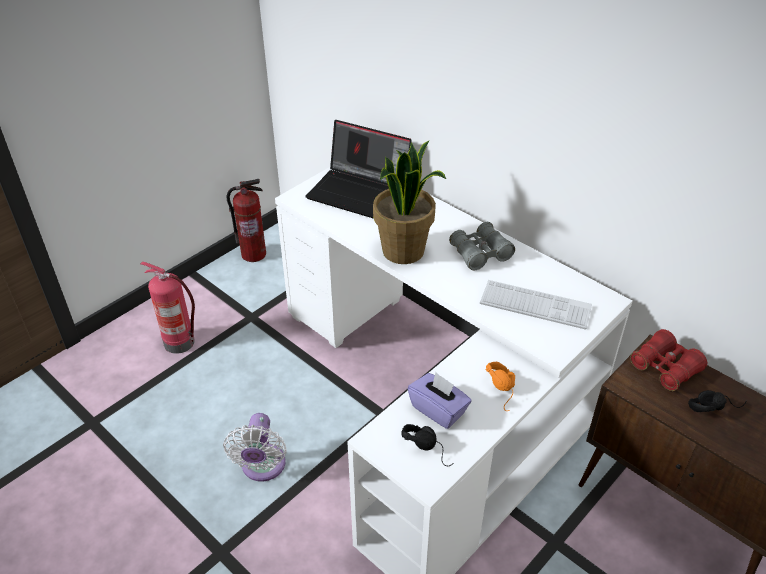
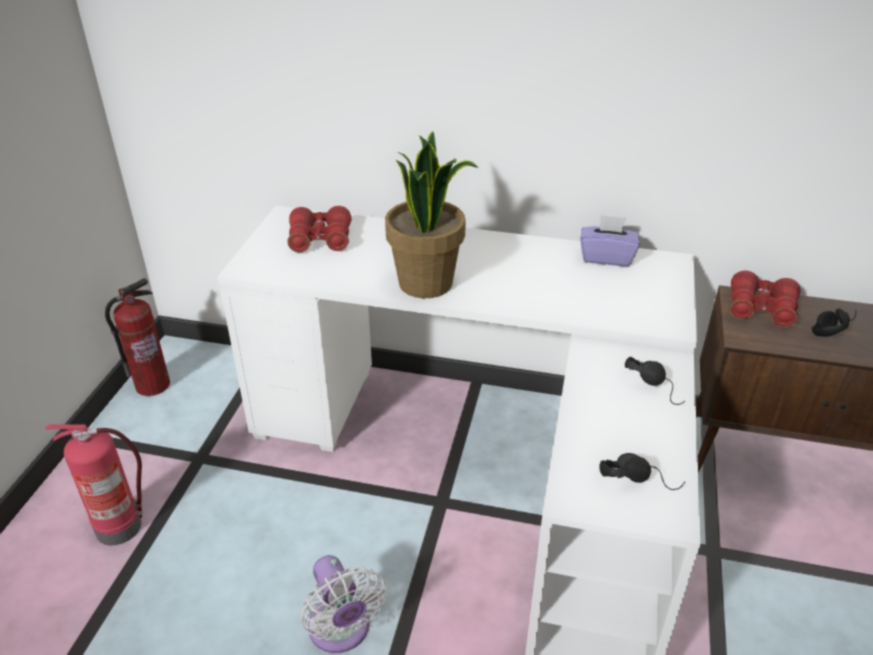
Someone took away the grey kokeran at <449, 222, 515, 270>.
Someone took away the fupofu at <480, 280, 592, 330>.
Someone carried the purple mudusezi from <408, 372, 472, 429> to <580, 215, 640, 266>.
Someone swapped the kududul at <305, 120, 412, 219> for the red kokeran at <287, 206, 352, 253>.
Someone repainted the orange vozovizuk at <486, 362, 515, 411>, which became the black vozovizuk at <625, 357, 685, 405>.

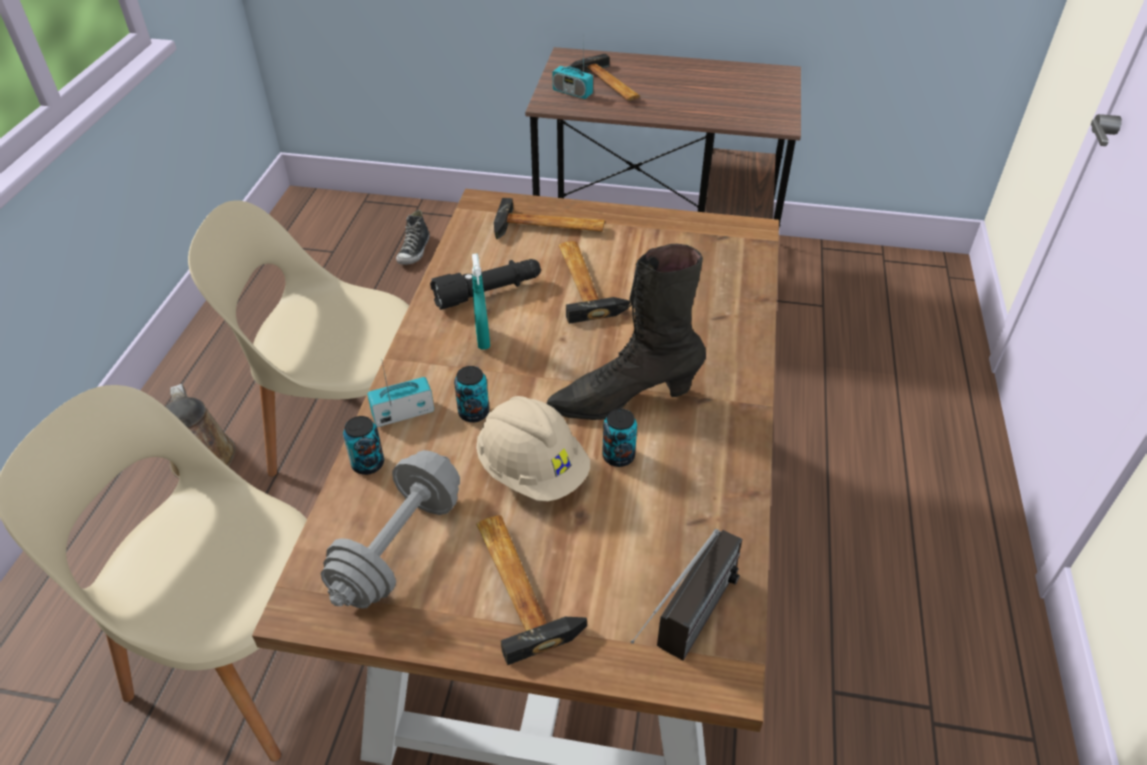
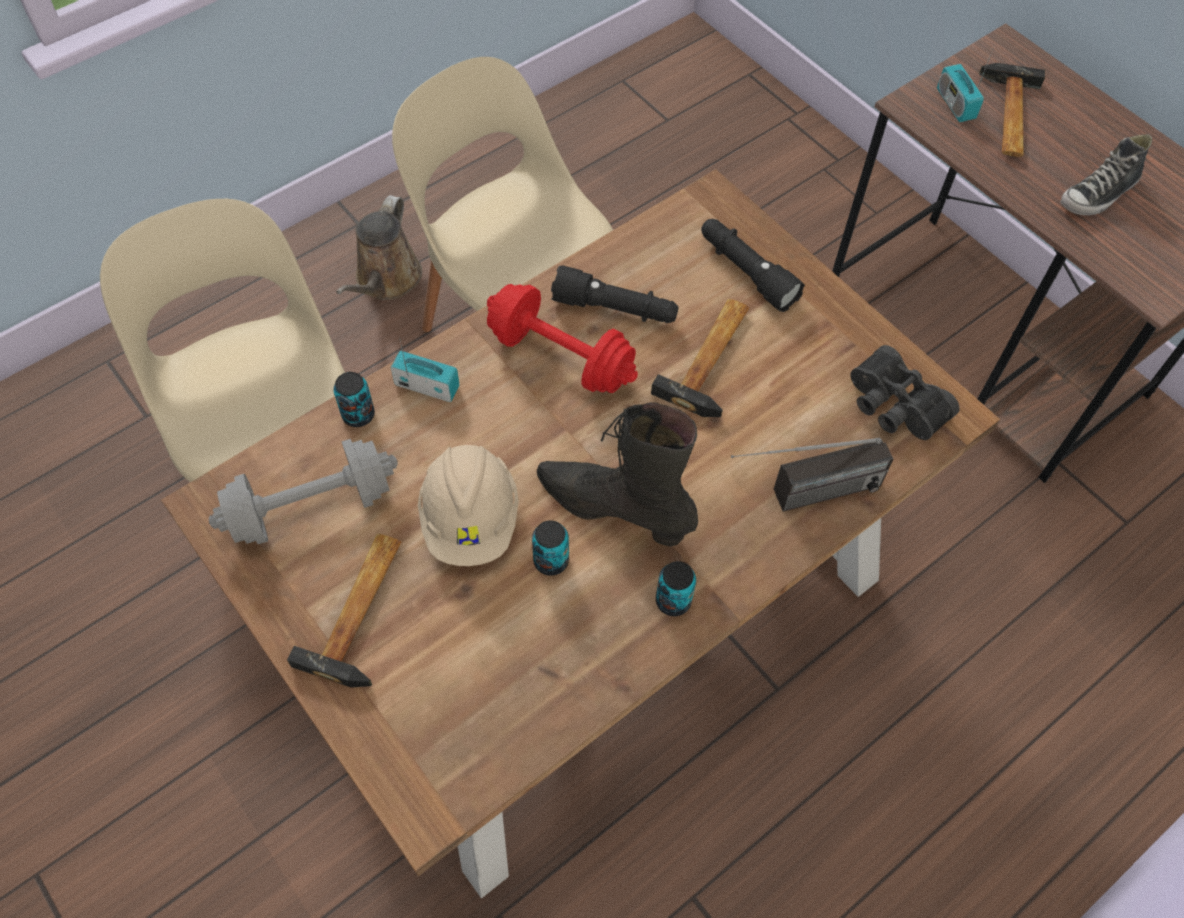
Someone put down the black kokeran at <850, 345, 959, 440>.
Someone carried the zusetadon from <396, 210, 430, 265> to <1061, 134, 1152, 215>.
Someone carried the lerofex from <454, 366, 489, 423> to <656, 561, 696, 616>.
Someone carried the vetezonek from <631, 529, 742, 661> to <731, 438, 893, 512>.
Someone swapped the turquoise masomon at <472, 254, 490, 350> for the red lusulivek at <487, 284, 638, 393>.
Someone swapped the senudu at <494, 197, 605, 239> for the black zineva at <701, 219, 805, 312>.

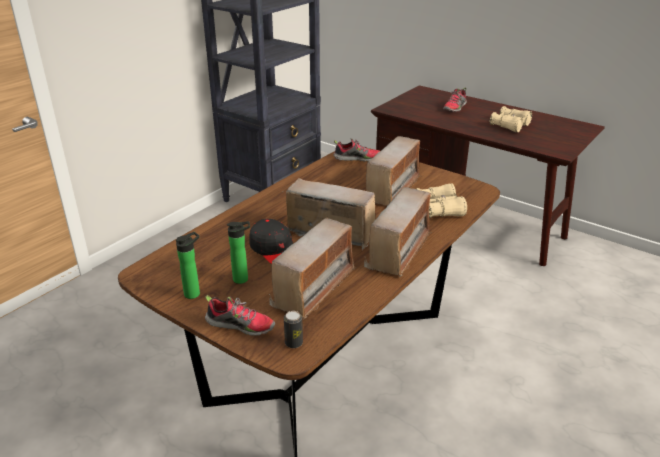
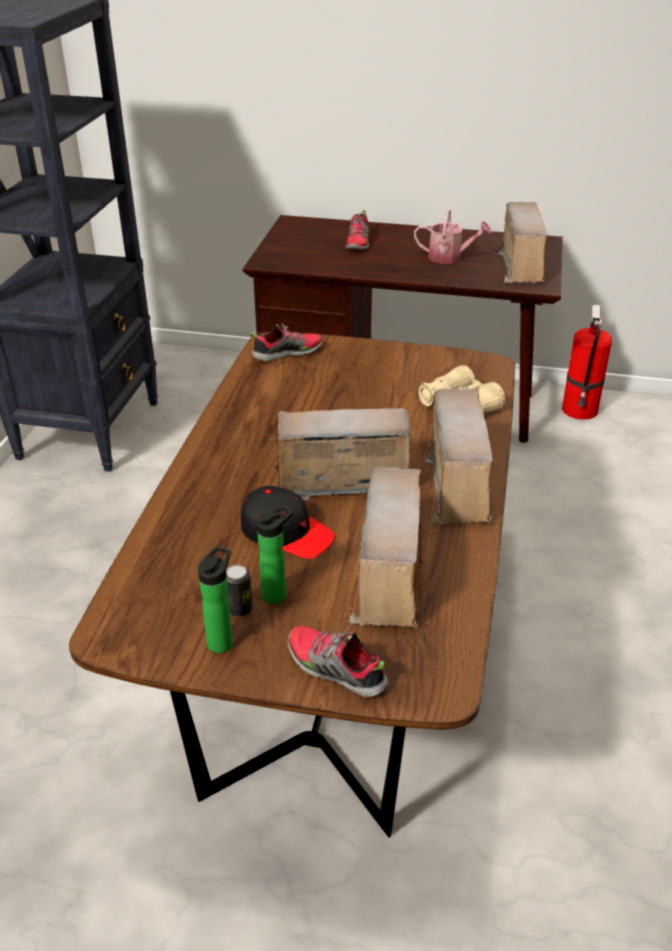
Someone put down the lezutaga at <562, 305, 612, 420>.
Someone carried the lerofex from <284, 311, 303, 348> to <226, 565, 252, 617>.
Someone carried the vetezonek from <366, 136, 422, 205> to <498, 202, 547, 283>.
Someone swapped the beige kokeran at <490, 106, 532, 132> for the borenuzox at <414, 208, 492, 264>.
Someone rotated the zusetadon at <205, 295, 275, 336> by 135 degrees counterclockwise.

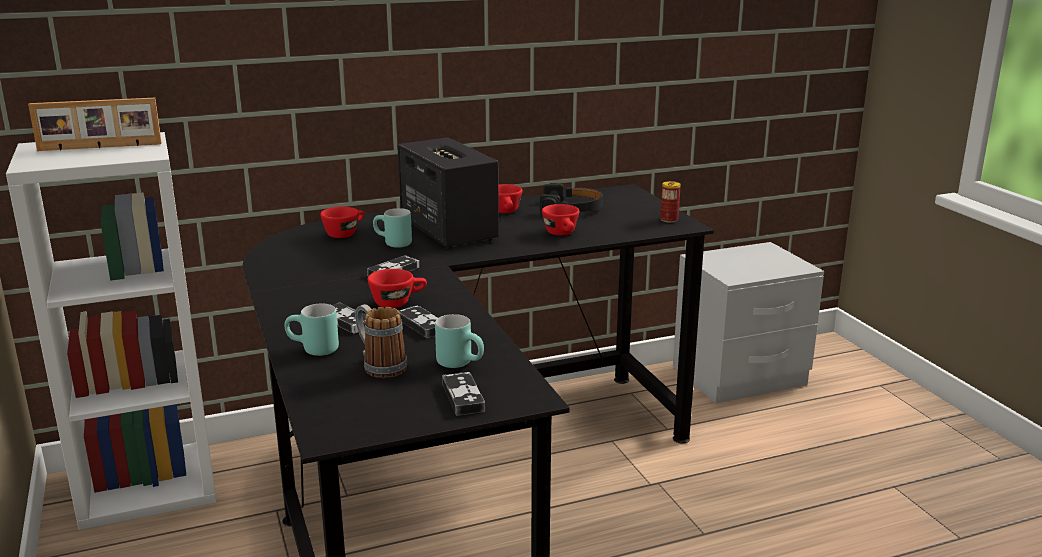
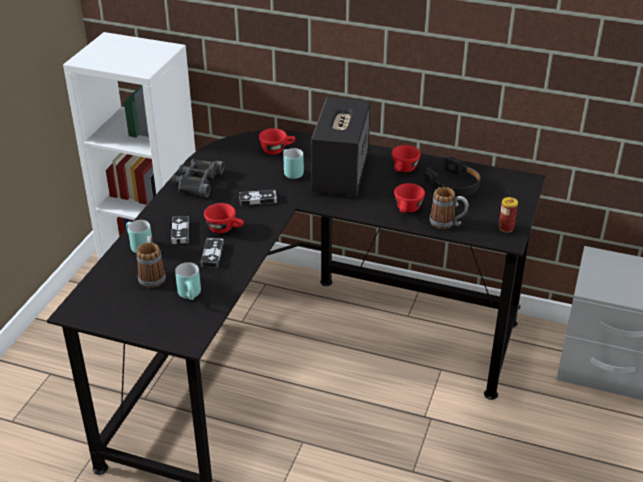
Someone took away the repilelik at <28, 98, 162, 151>.
Someone took away the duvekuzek at <442, 372, 485, 416>.
Someone put down the black kokeran at <172, 159, 225, 197>.
Someone put down the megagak at <429, 187, 469, 229>.

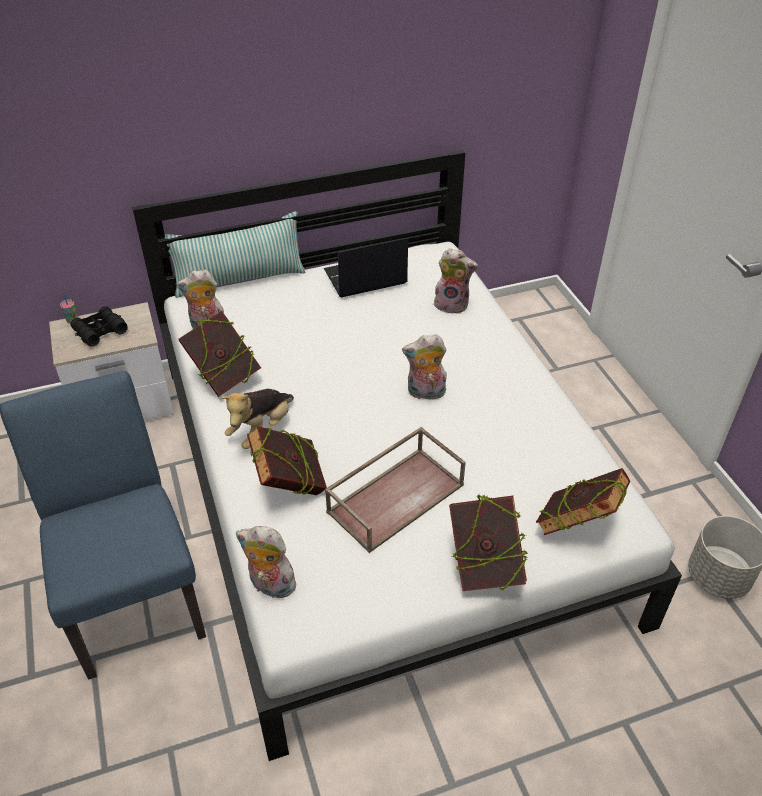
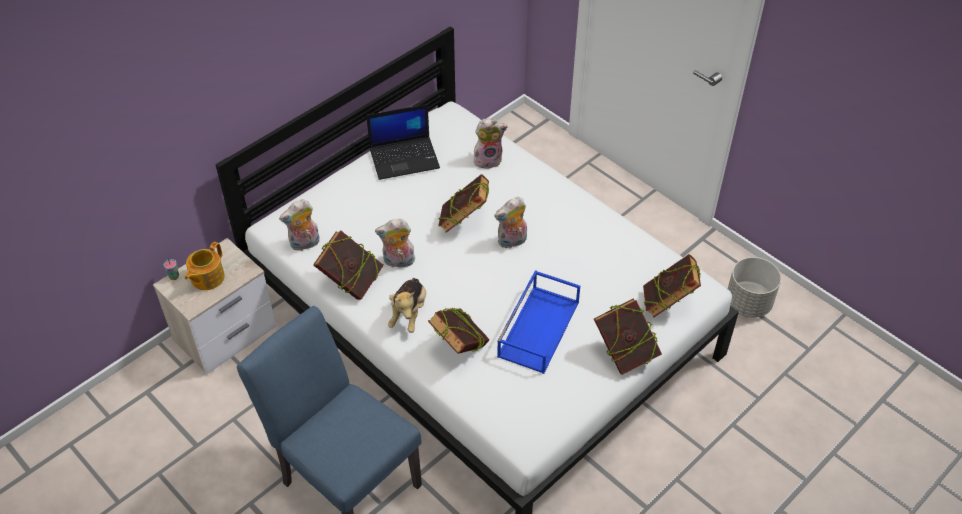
Someone took away the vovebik at <164, 211, 305, 298>.
Someone put down the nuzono at <438, 174, 489, 233>.
Someone carried the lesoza from <236, 526, 296, 598> to <375, 219, 415, 268>.
Someone swapped the black kokeran at <71, 306, 128, 347> for the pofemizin at <185, 242, 225, 290>.
Someone repainted the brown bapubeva at <325, 427, 466, 553>, which became the blue bapubeva at <497, 270, 580, 374>.
Someone rotated the kududul at <324, 237, 408, 297> by 150 degrees counterclockwise.

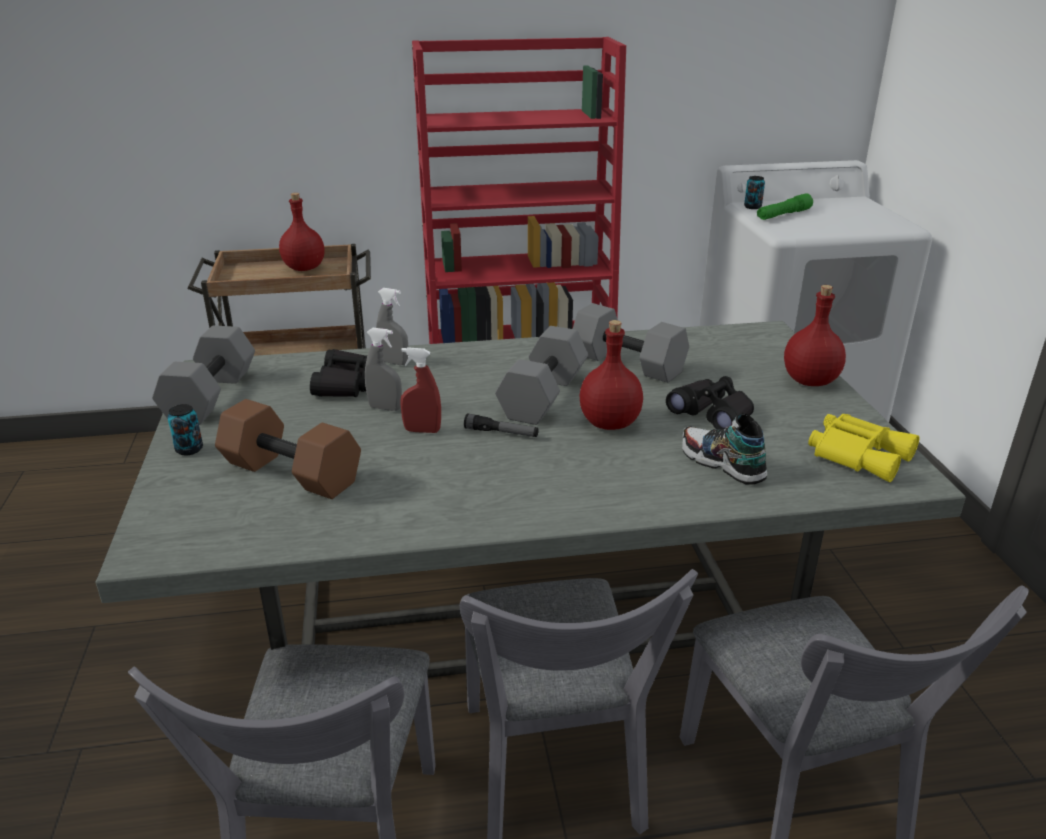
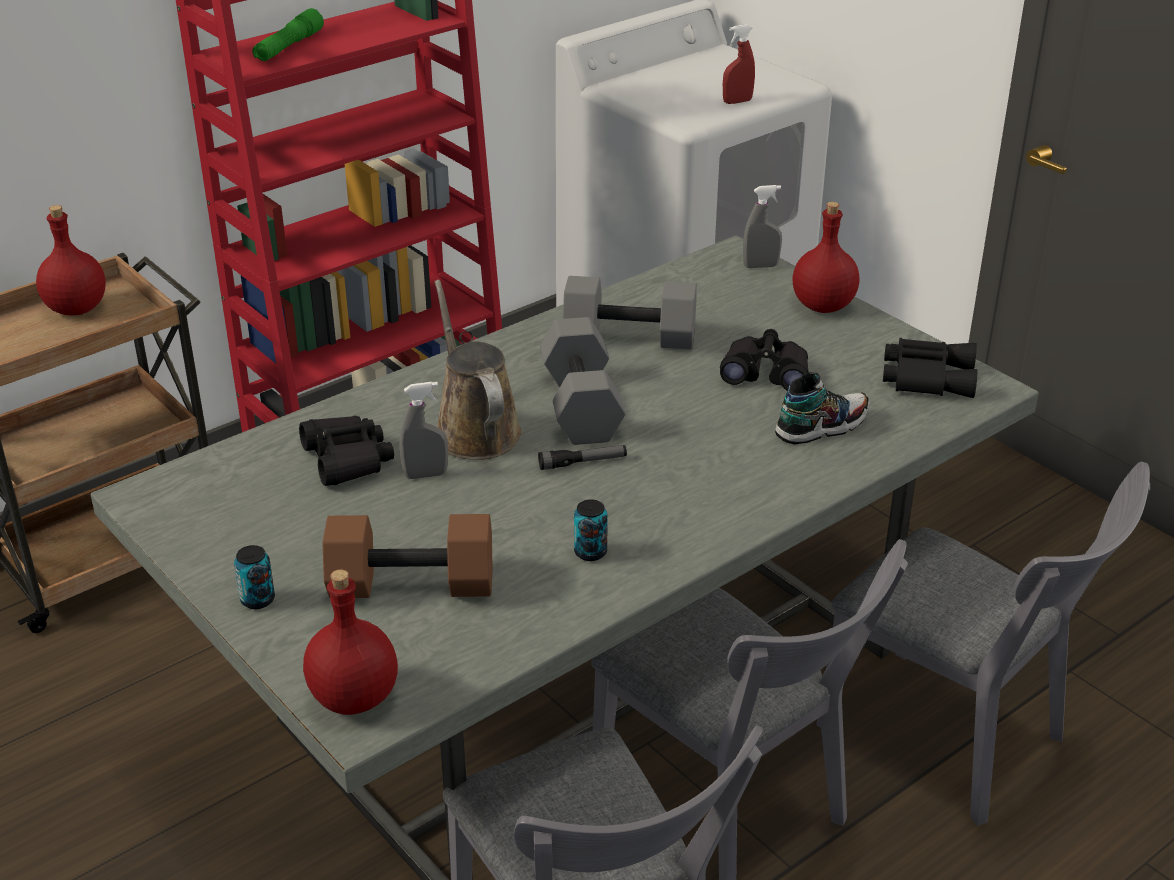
Someone took away the grey lusulivek at <152, 325, 255, 425>.
Someone put down the brown borenuzox at <434, 280, 521, 460>.
Someone carried the grey masomon from <376, 288, 408, 365> to <743, 185, 782, 268>.
Someone carried the red masomon from <400, 347, 441, 433> to <723, 24, 755, 104>.
Someone carried the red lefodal from <579, 320, 643, 430> to <303, 569, 398, 715>.
Someone carried the lerofex from <744, 176, 765, 209> to <574, 499, 608, 561>.
Someone carried the green zineva from <757, 193, 813, 220> to <252, 8, 324, 61>.
Someone repainted the yellow kokeran at <808, 414, 919, 482>, which became the black kokeran at <883, 338, 977, 398>.
Someone rotated the zusetadon at <682, 413, 767, 484> by 135 degrees clockwise.

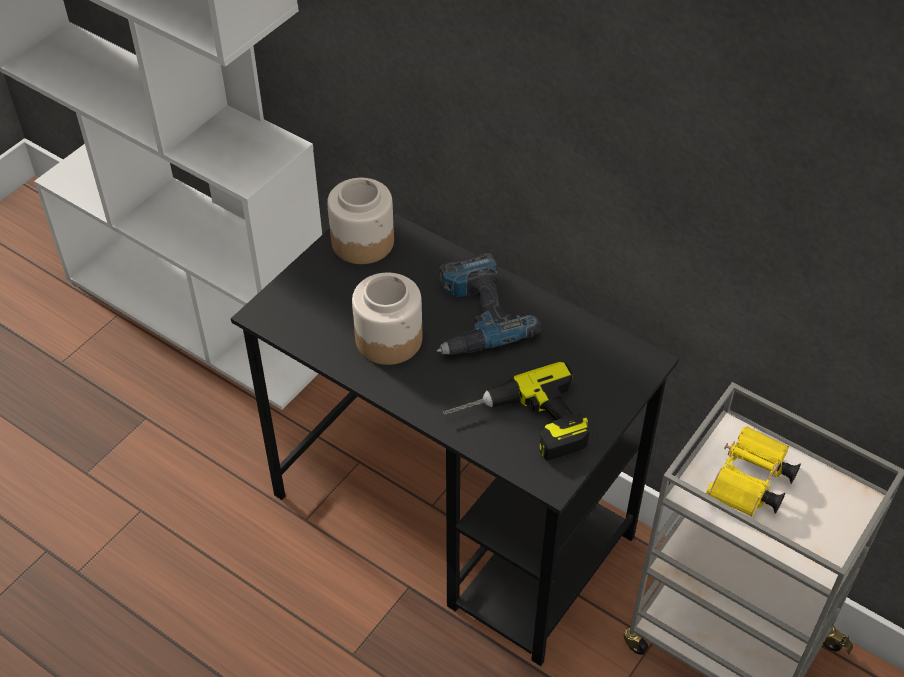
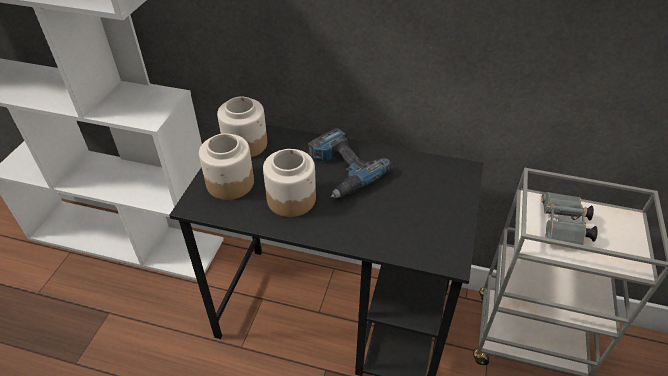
Someone took away the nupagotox at <443, 362, 590, 461>.
Someone put down the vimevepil at <199, 133, 254, 200>.
Someone repainted the yellow kokeran at <706, 426, 801, 517>, which became the grey kokeran at <541, 192, 598, 245>.

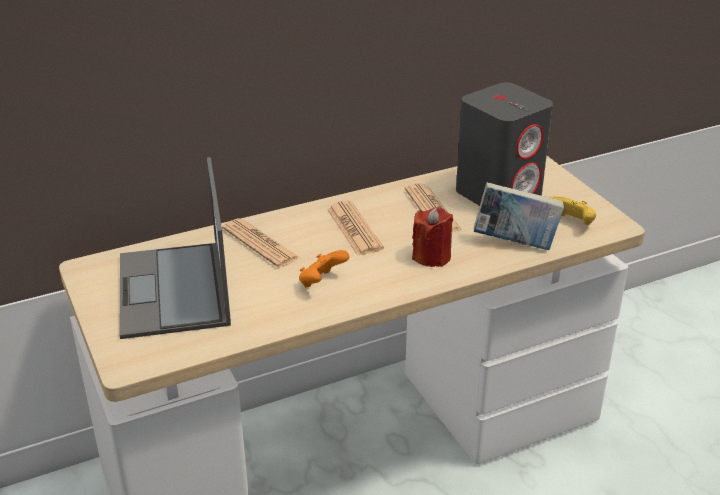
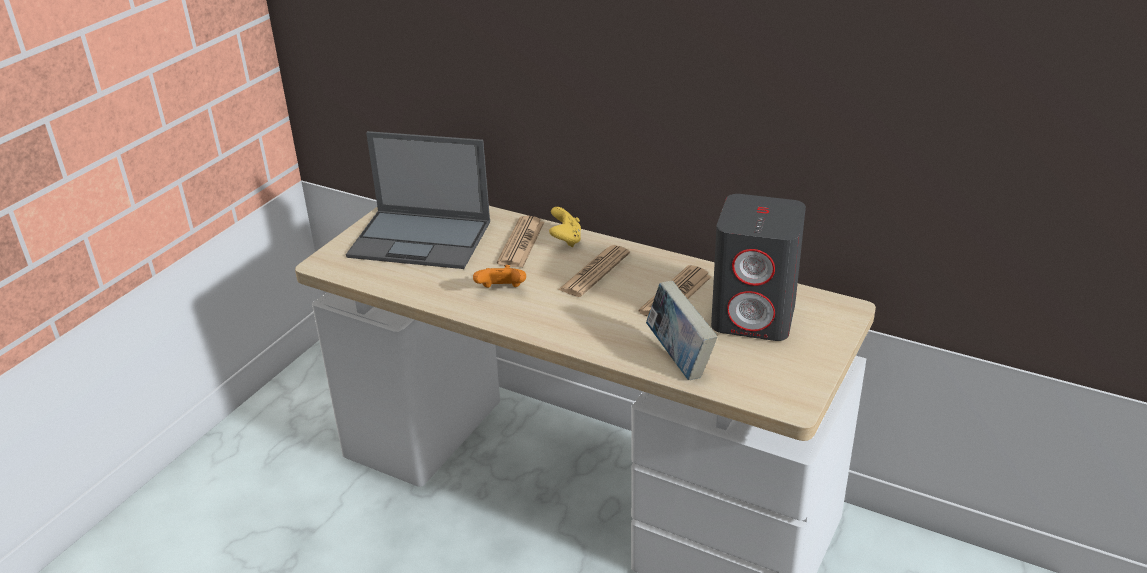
Someone took away the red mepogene at <412, 207, 453, 267>.
Someone carried the yellow duvekuzek from <549, 196, 596, 225> to <549, 207, 581, 247>.
Someone rotated the kududul at <119, 157, 231, 339> by 120 degrees counterclockwise.

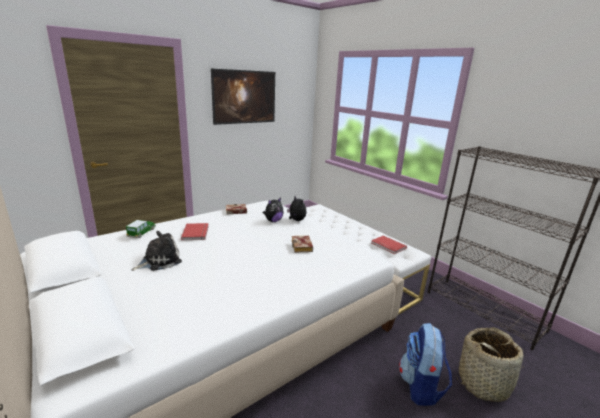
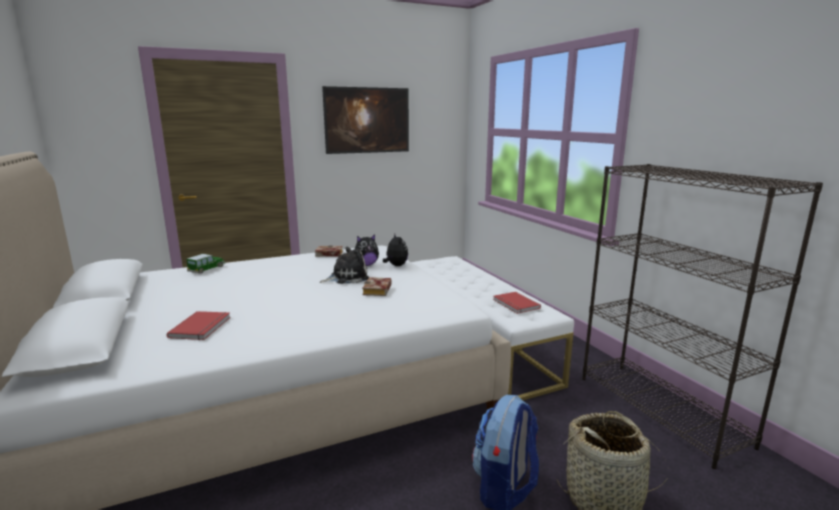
Someone carried the lesoza from <132, 231, 182, 271> to <320, 247, 369, 284>.
Someone carried the red nuzono from <181, 223, 209, 240> to <167, 311, 231, 340>.

